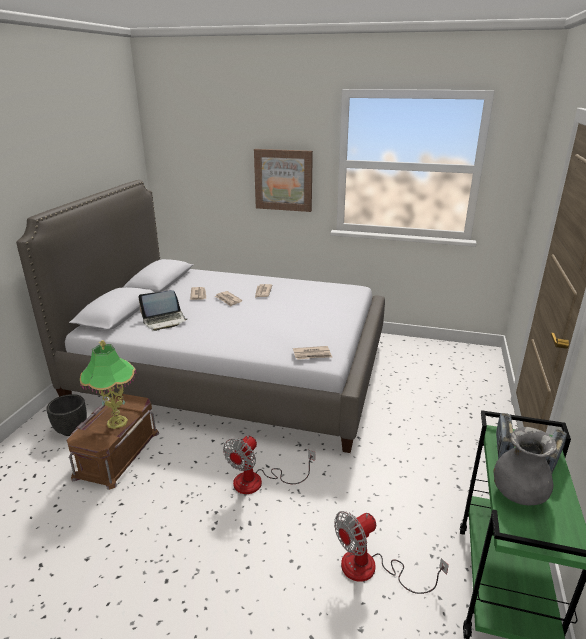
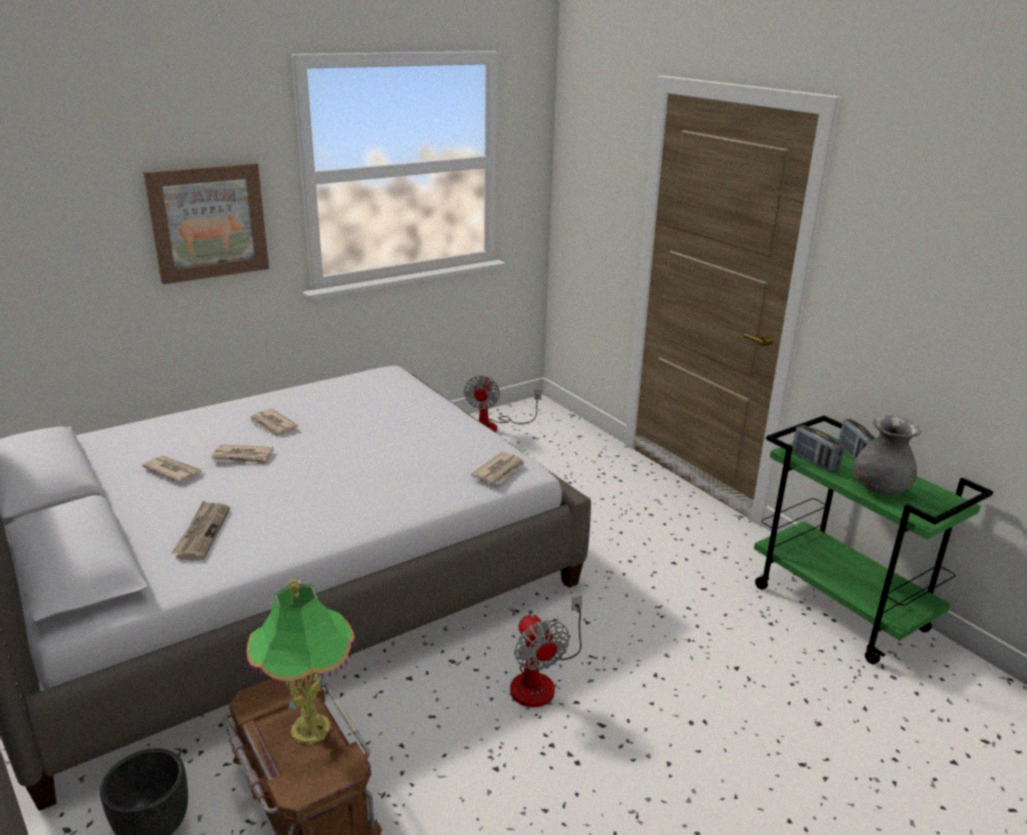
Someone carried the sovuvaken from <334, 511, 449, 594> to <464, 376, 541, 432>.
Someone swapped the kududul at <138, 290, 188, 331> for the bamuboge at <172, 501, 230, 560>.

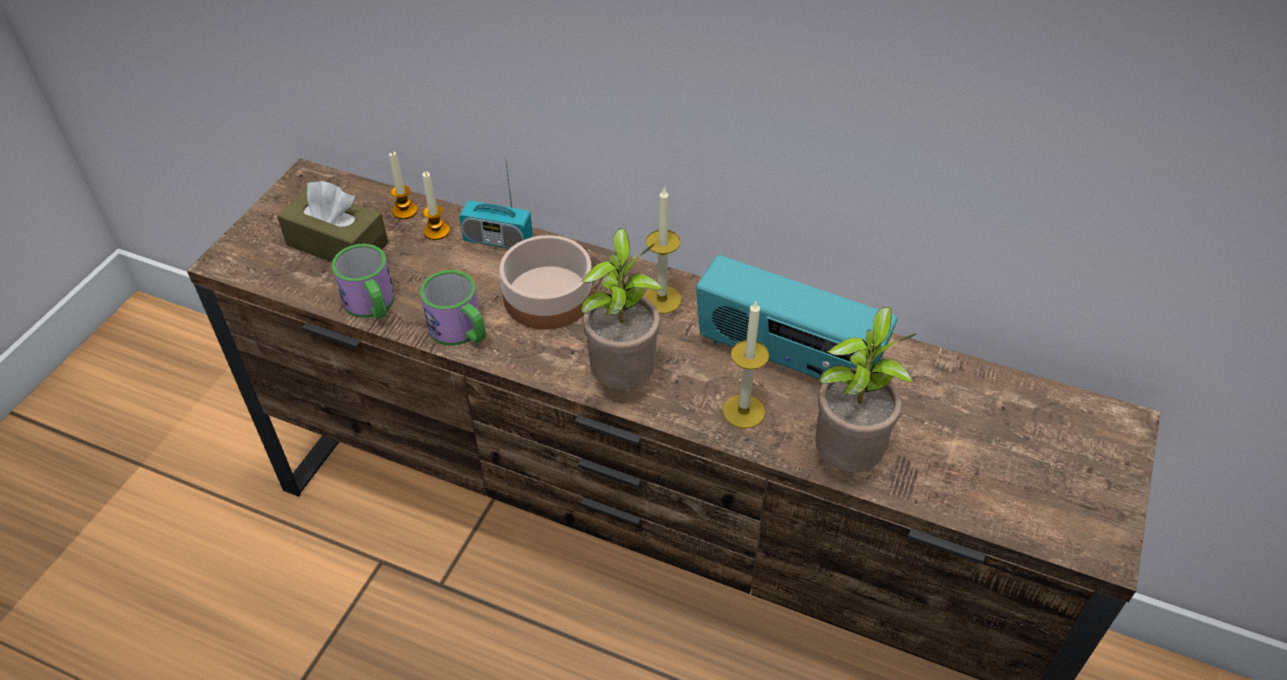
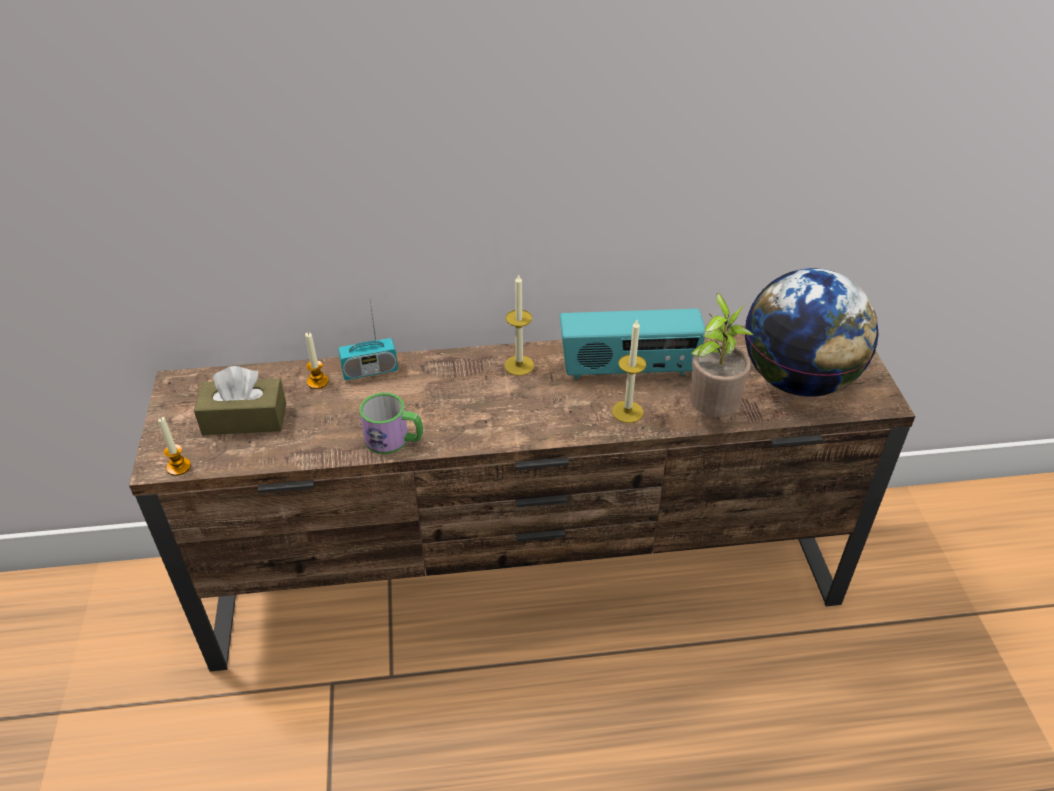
Someone took away the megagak at <331, 244, 395, 319>.
Someone took away the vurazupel at <499, 235, 593, 329>.
Someone took away the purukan at <580, 228, 664, 390>.
Someone put down the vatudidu at <745, 268, 879, 397>.
Someone carried the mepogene from <389, 152, 417, 219> to <158, 417, 191, 476>.

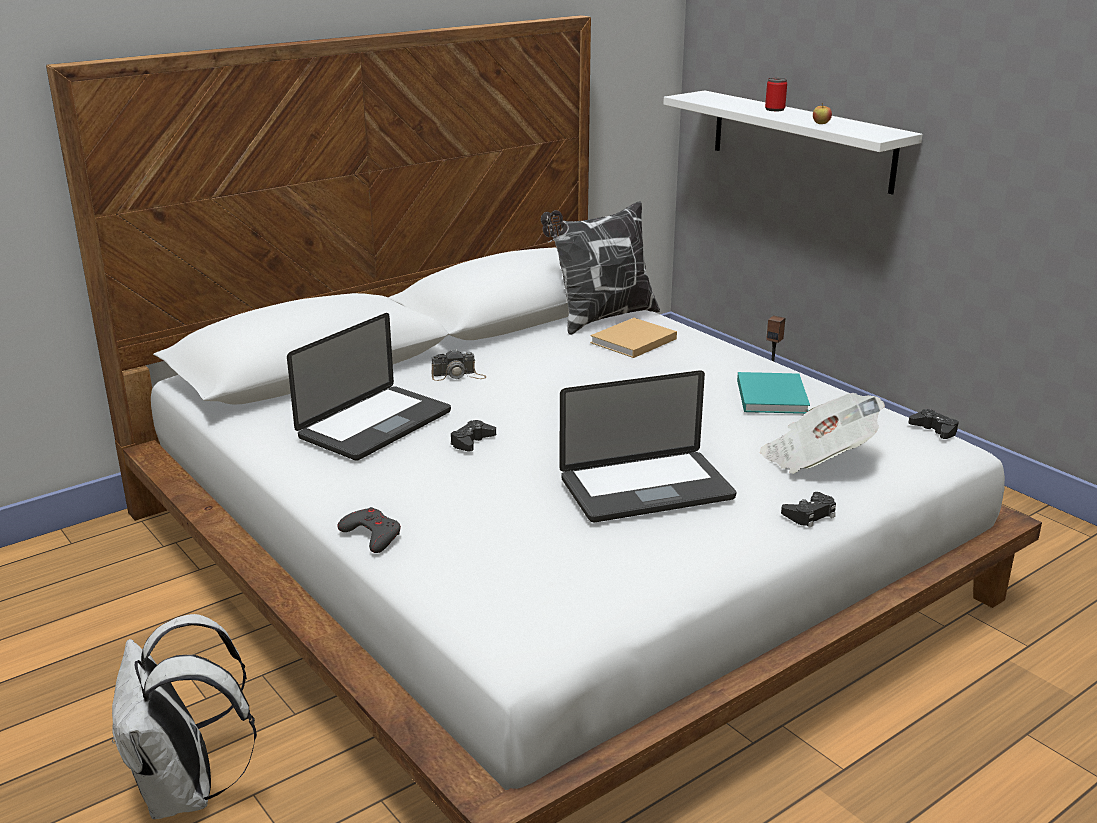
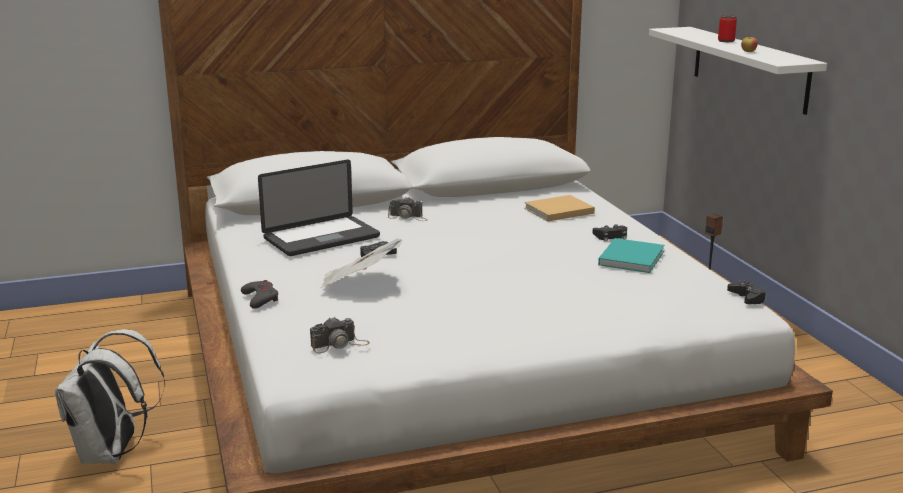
Someone took away the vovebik at <541, 201, 660, 335>.
Someone took away the kududul at <559, 370, 736, 522>.
Someone put down the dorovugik at <310, 317, 370, 353>.
Someone carried the bamuboge from <760, 393, 885, 474> to <321, 238, 402, 288>.
Someone carried the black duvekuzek from <781, 492, 836, 528> to <592, 224, 627, 241>.

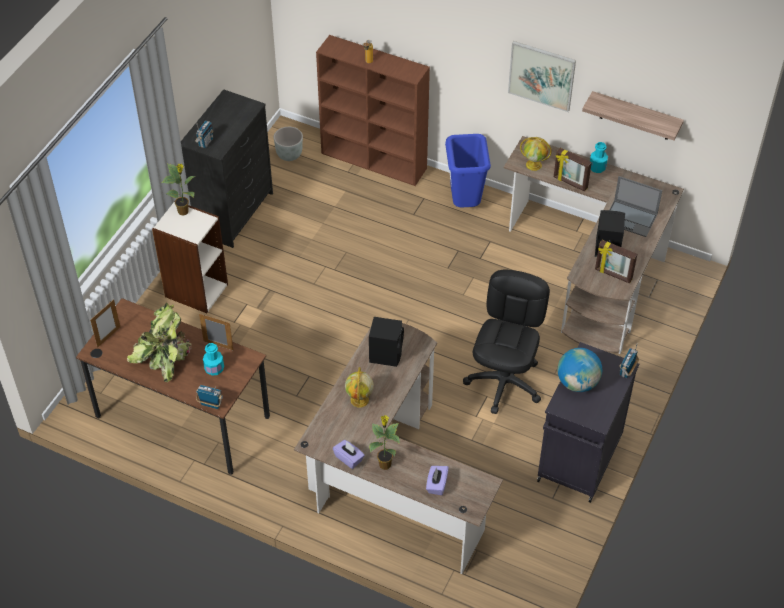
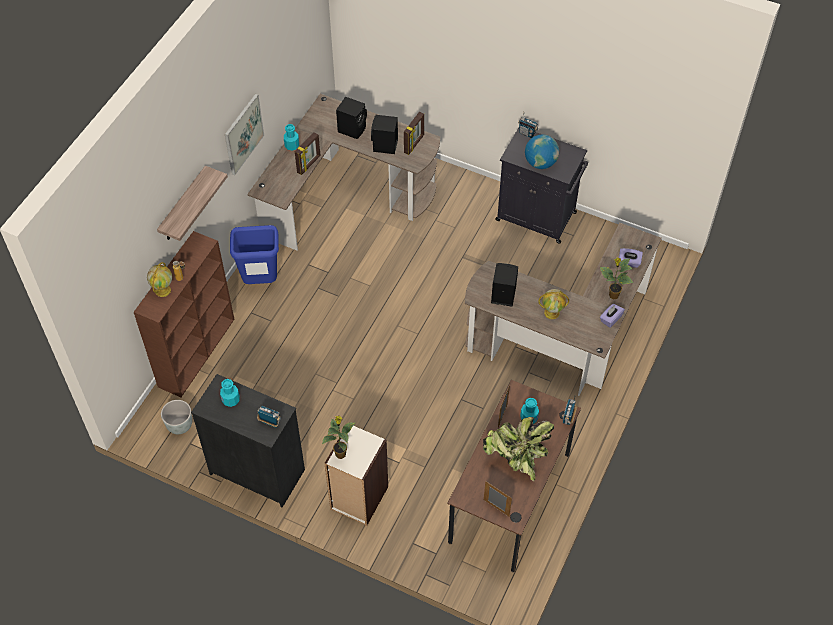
Someone took away the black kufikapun at <463, 270, 550, 414>.
Someone put down the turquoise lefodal at <220, 379, 240, 407>.
Someone carried the vatudidu from <520, 137, 552, 171> to <147, 262, 172, 297>.
Someone carried the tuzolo from <582, 91, 684, 140> to <157, 166, 228, 241>.
Someone swapped the kududul at <609, 176, 662, 237> for the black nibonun at <336, 97, 367, 139>.

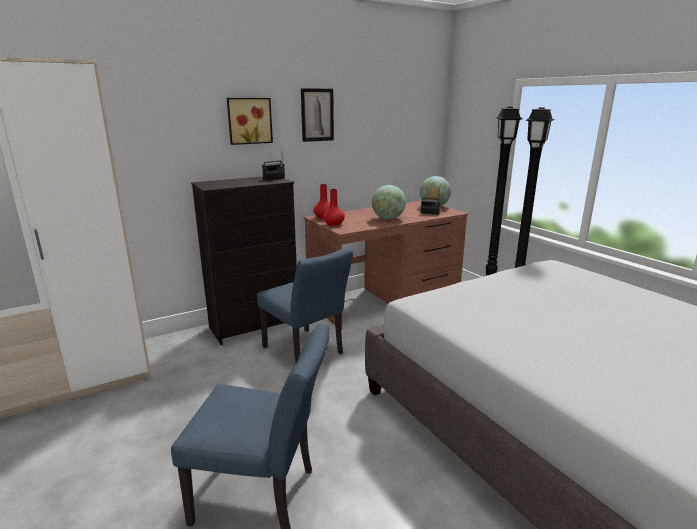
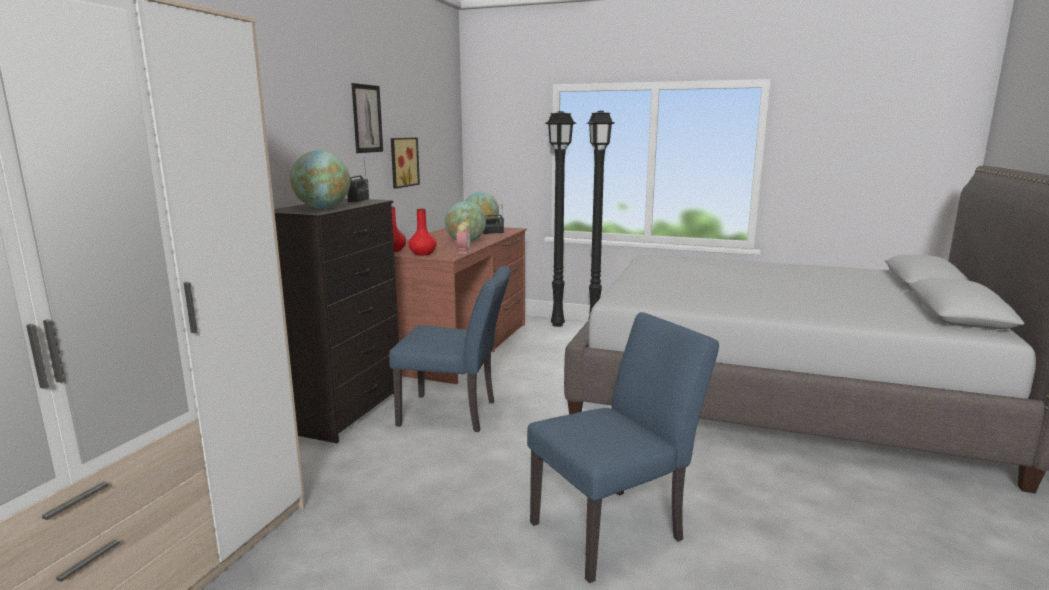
Someone put down the vatudidu at <290, 151, 350, 209>.
Someone put down the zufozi at <455, 222, 471, 254>.
Someone carried the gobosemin from <227, 98, 273, 145> to <391, 138, 420, 189>.

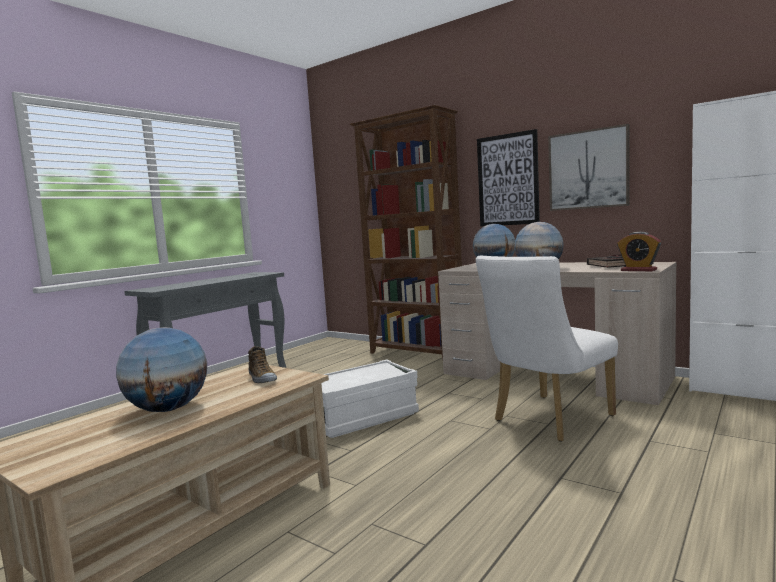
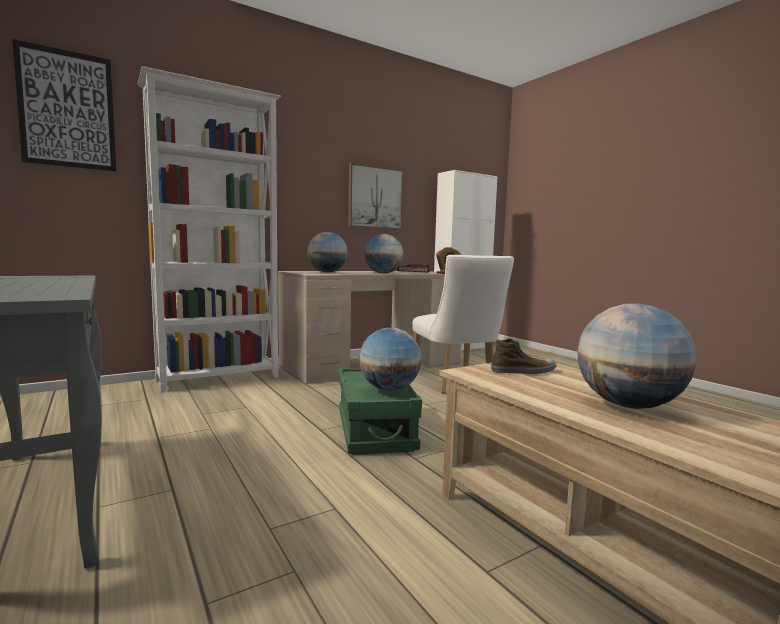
Someone put down the vatudidu at <359, 328, 422, 391>.
Someone carried the gobosemin from <477, 129, 540, 227> to <12, 39, 116, 172>.
Someone repainted the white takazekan at <321, 360, 419, 438>, which became the green takazekan at <338, 368, 422, 455>.
Someone repainted the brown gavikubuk at <350, 105, 462, 359>, which became the white gavikubuk at <138, 66, 281, 393>.

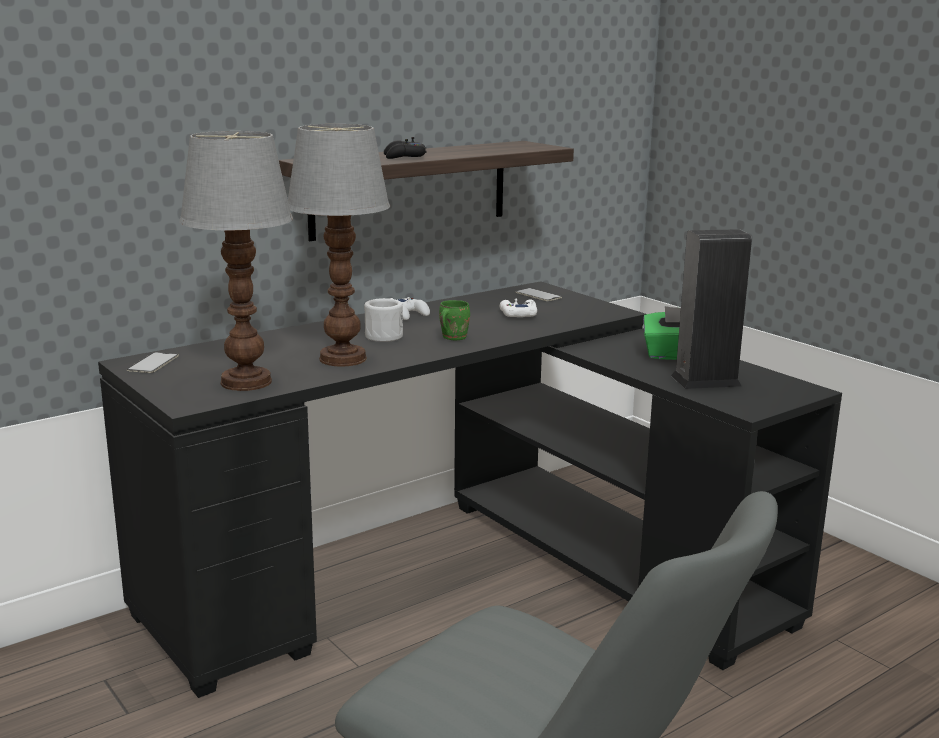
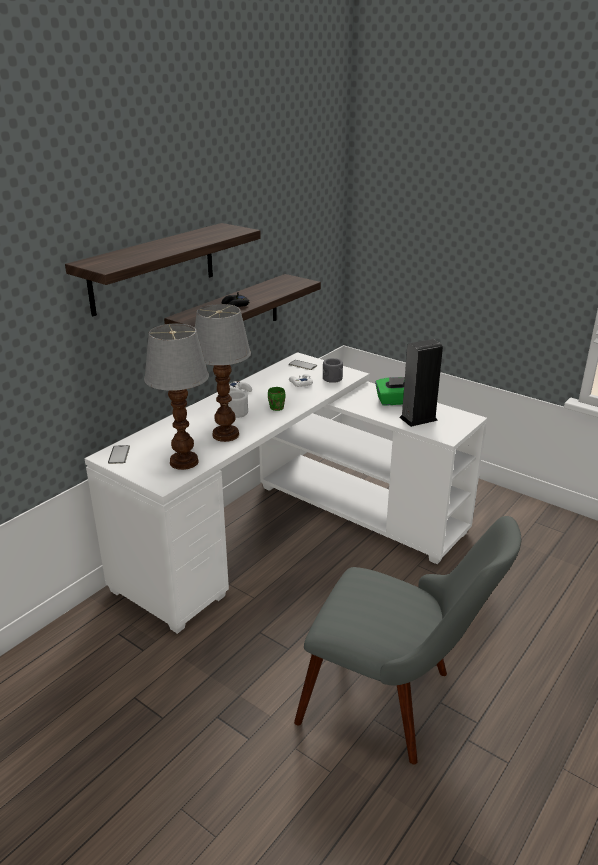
Someone put up the tuzolo at <65, 223, 261, 316>.
Someone put down the grey megagak at <323, 358, 343, 383>.
Someone repainted the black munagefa at <98, 281, 842, 698>, which became the white munagefa at <84, 352, 487, 634>.

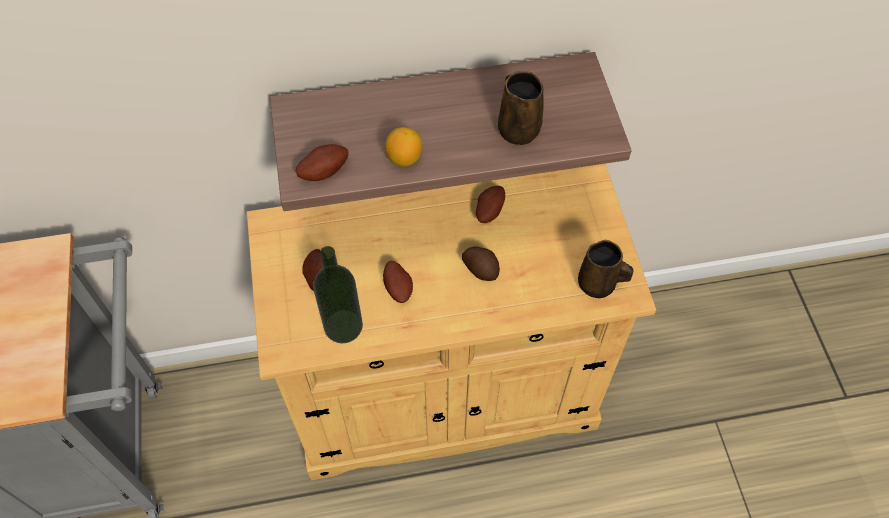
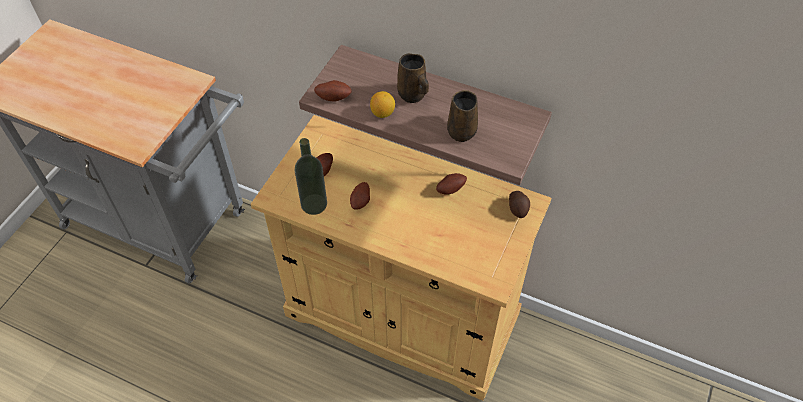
Someone carried the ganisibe from <462, 246, 500, 281> to <509, 191, 530, 218>.
Someone carried the brown megagak from <578, 240, 634, 298> to <397, 53, 429, 103>.

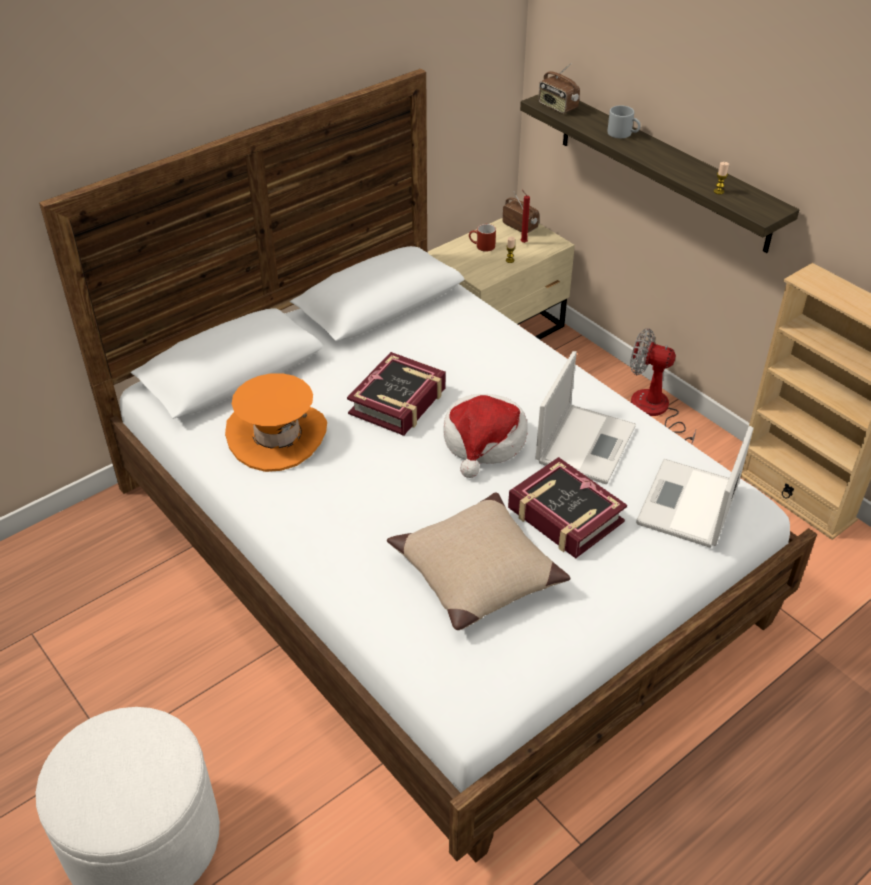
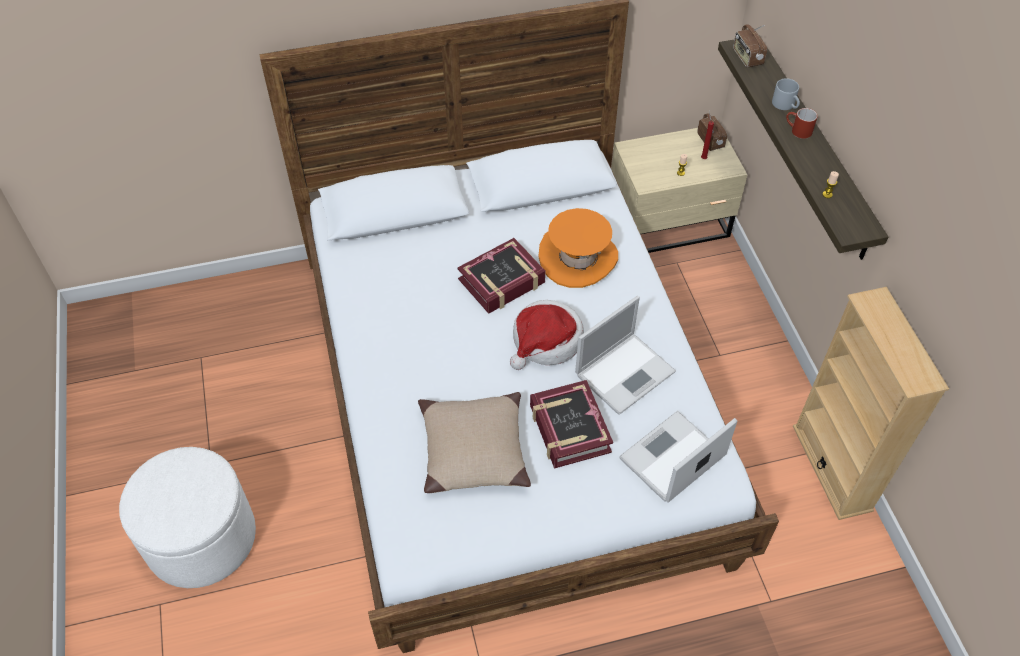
Someone took away the sovuvaken at <630, 328, 696, 444>.
Someone carried the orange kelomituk from <225, 373, 327, 472> to <538, 208, 618, 288>.
Someone carried the red megagak from <469, 224, 496, 252> to <786, 108, 818, 139>.

